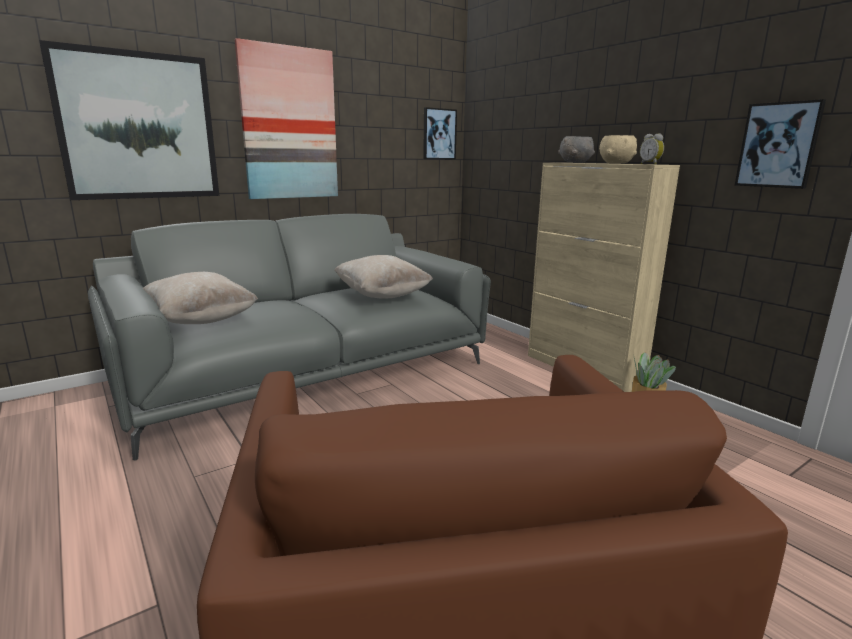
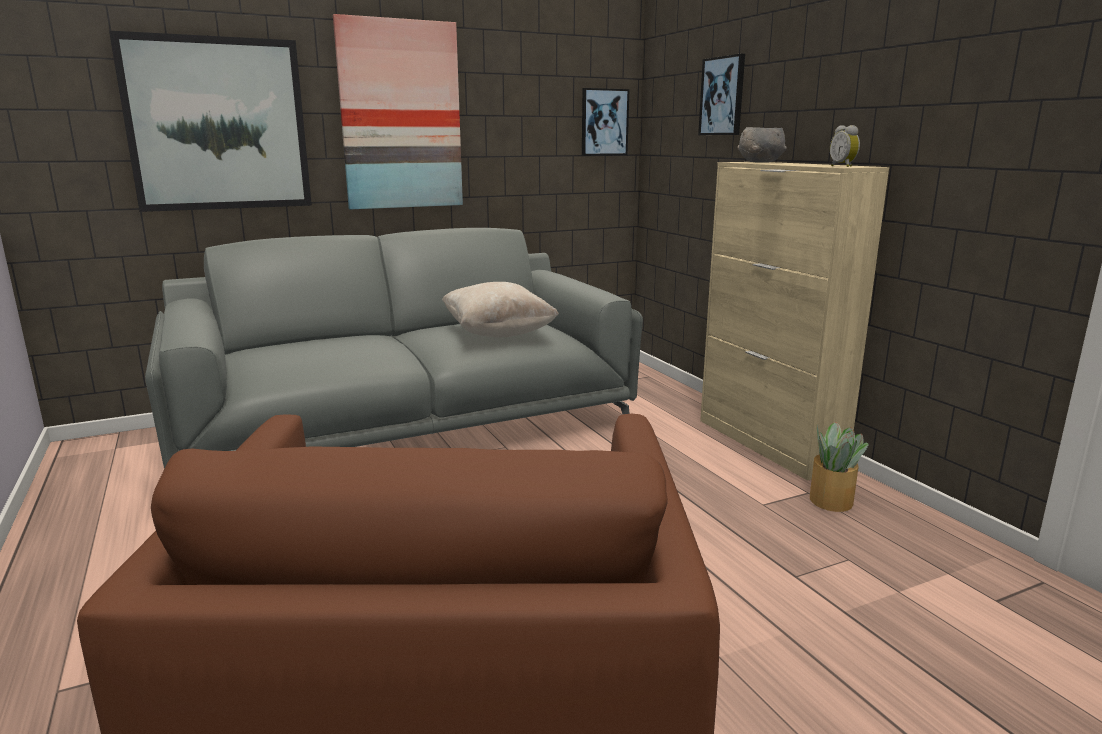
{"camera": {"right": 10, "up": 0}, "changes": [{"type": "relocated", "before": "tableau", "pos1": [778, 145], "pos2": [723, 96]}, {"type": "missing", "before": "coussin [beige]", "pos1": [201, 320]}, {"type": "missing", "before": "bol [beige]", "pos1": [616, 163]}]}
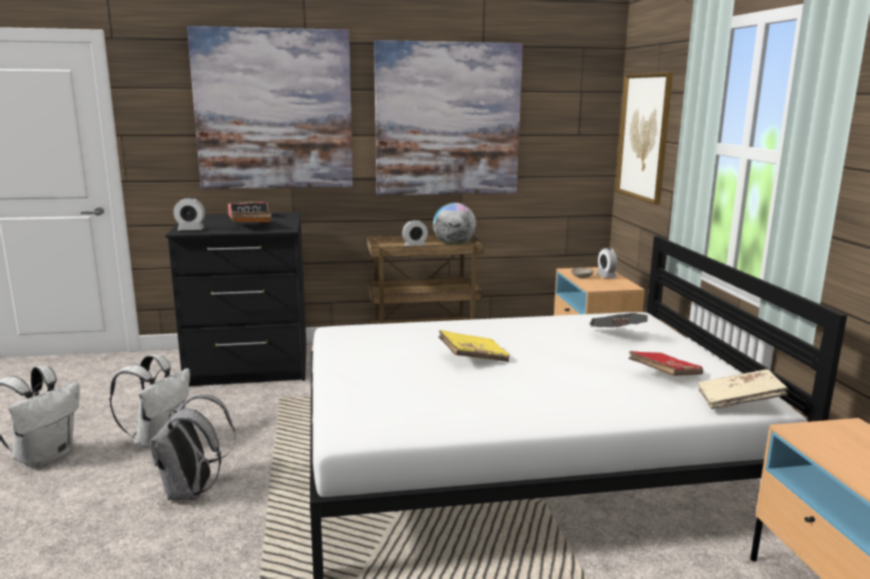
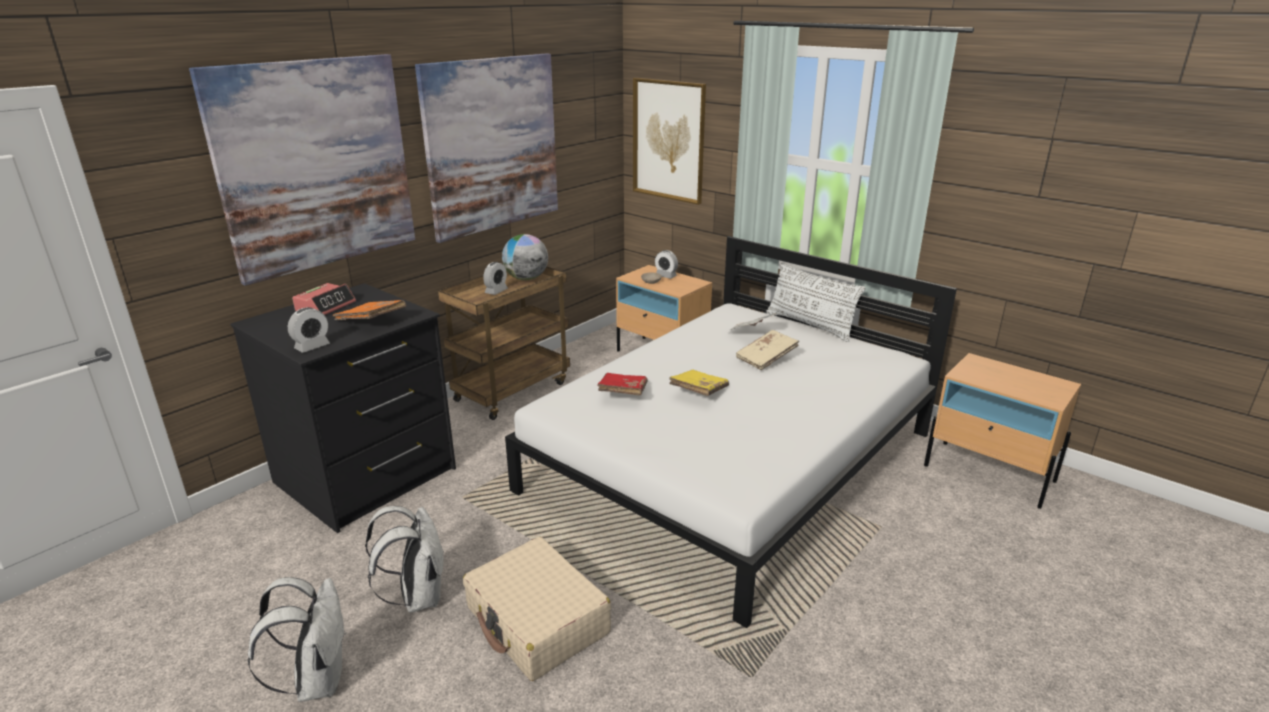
{"camera": {"right": -40, "up": 10}, "changes": [{"type": "exchanged", "before": "sac à dos [gris]", "after": "valise [beige]", "pos1": [192, 492], "pos2": [537, 621]}, {"type": "relocated", "before": "livre [rouge]", "pos1": [664, 375], "pos2": [622, 393]}, {"type": "relocated", "before": "livre [beige]", "pos1": [739, 401], "pos2": [766, 358]}, {"type": "appeared", "after": "coussin [blanc]", "pos2": [810, 325]}]}
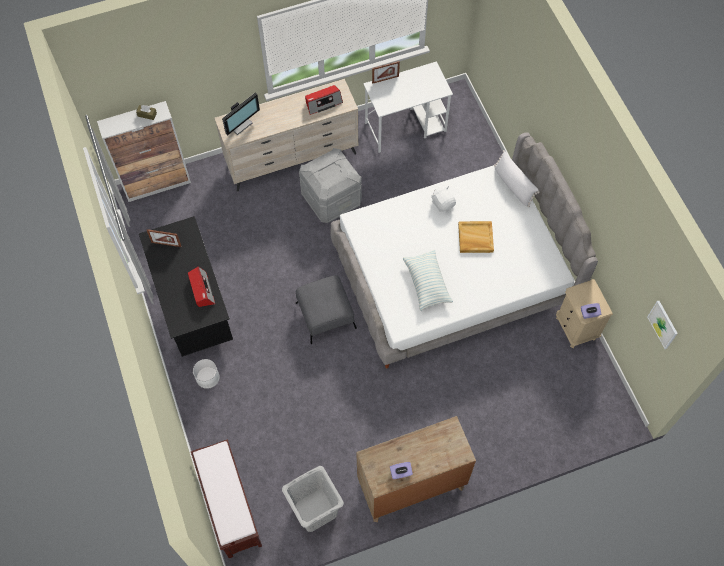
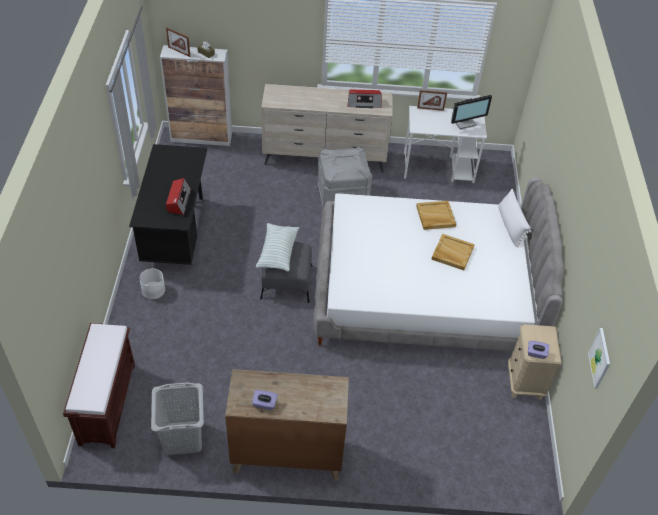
{"camera": {"right": 20, "up": -15}, "changes": [{"type": "relocated", "before": "cadre photo", "pos1": [166, 244], "pos2": [179, 51]}, {"type": "relocated", "before": "coussin", "pos1": [427, 283], "pos2": [277, 252]}, {"type": "exchanged", "before": "peluche [blanc]", "after": "plateau [beige]", "pos1": [443, 203], "pos2": [435, 216]}, {"type": "relocated", "before": "écran d'ordinateur", "pos1": [239, 123], "pos2": [464, 122]}]}
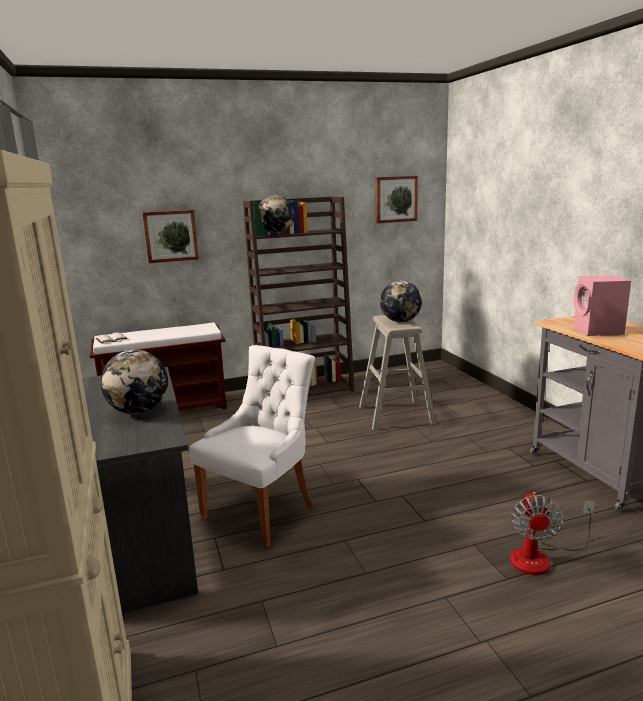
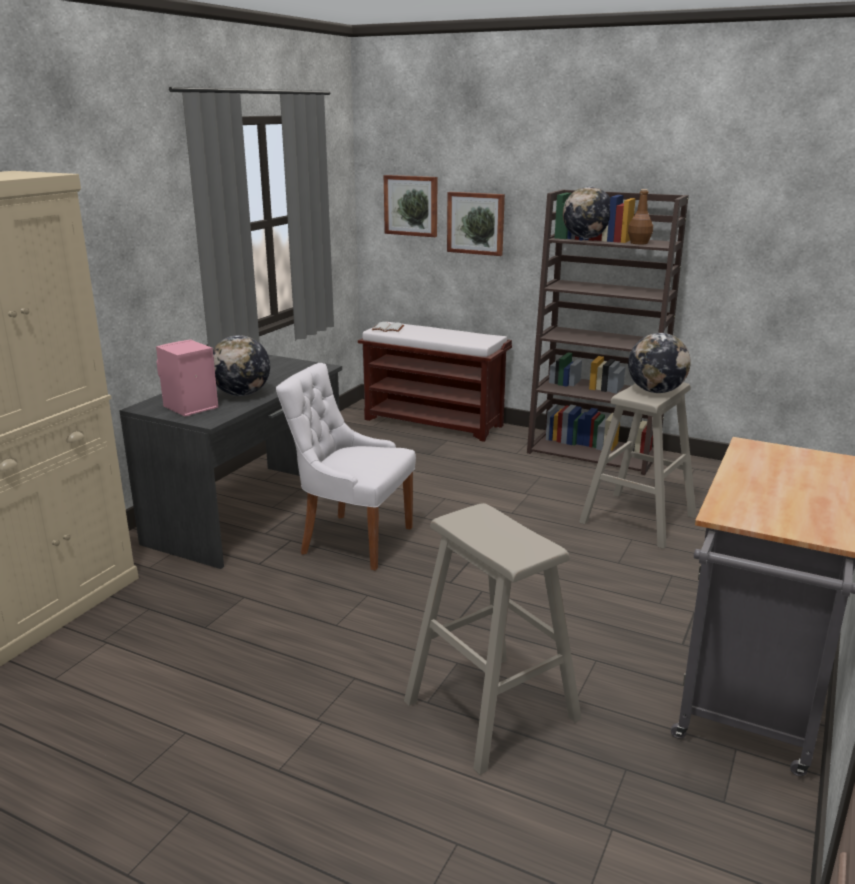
{"camera": {"right": 45, "up": 5}, "changes": [{"type": "relocated", "before": "enceinte [rose]", "pos1": [598, 332], "pos2": [188, 407]}, {"type": "spun", "before": "chaise [blanc]", "pos1": [262, 511], "pos2": [352, 540], "turn": -150}, {"type": "relocated", "before": "tableau", "pos1": [395, 199], "pos2": [411, 205]}, {"type": "exchanged", "before": "ventilateur", "after": "tabouret [beige]", "pos1": [540, 557], "pos2": [492, 710]}, {"type": "appeared", "after": "bouteille [marron]", "pos2": [639, 243]}]}
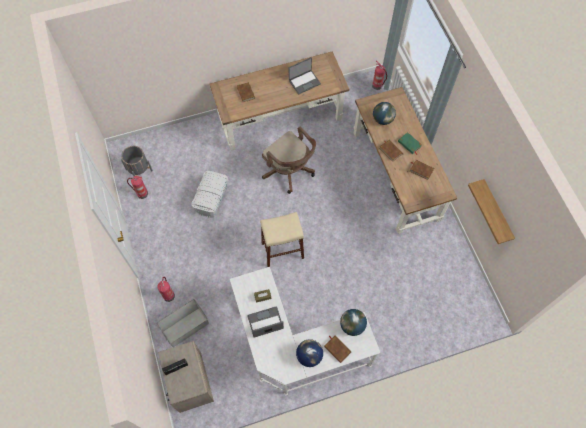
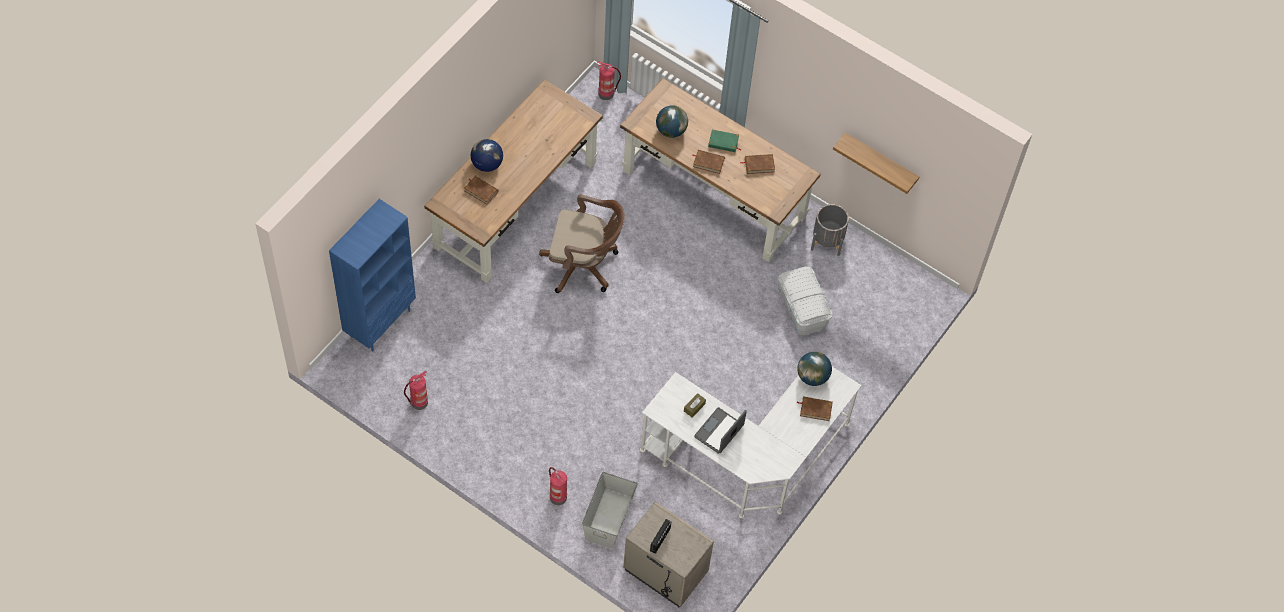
{"camera": {"right": -40, "up": -5}, "changes": [{"type": "appeared", "after": "bibliothèque [bleu]", "pos2": [380, 322]}, {"type": "relocated", "before": "globe", "pos1": [309, 356], "pos2": [487, 164]}, {"type": "relocated", "before": "boîte de rangement [blanc]", "pos1": [212, 199], "pos2": [802, 309]}, {"type": "relocated", "before": "cache-pot [gris]", "pos1": [139, 170], "pos2": [827, 241]}, {"type": "missing", "before": "tabouret [beige]", "pos1": [282, 250]}, {"type": "missing", "before": "ordinateur portable", "pos1": [304, 82]}]}
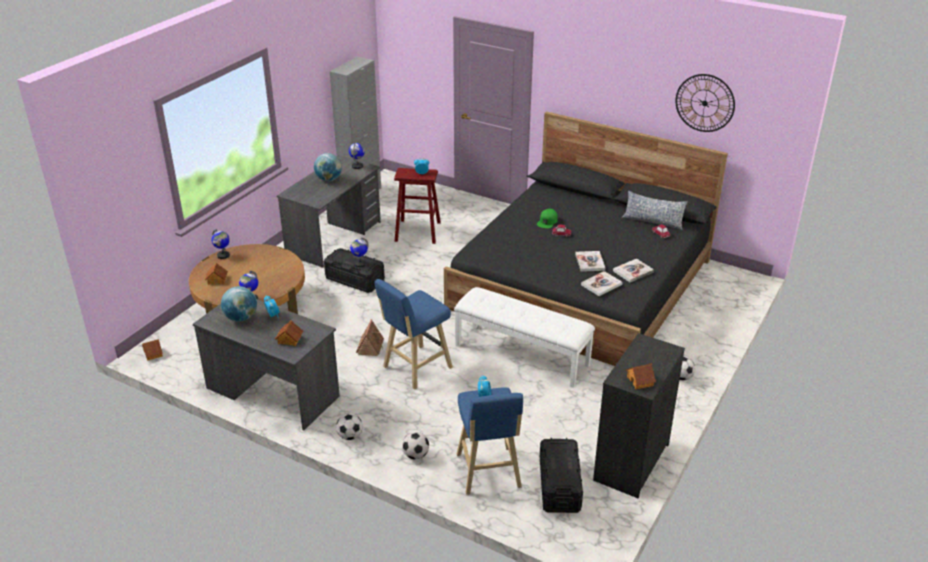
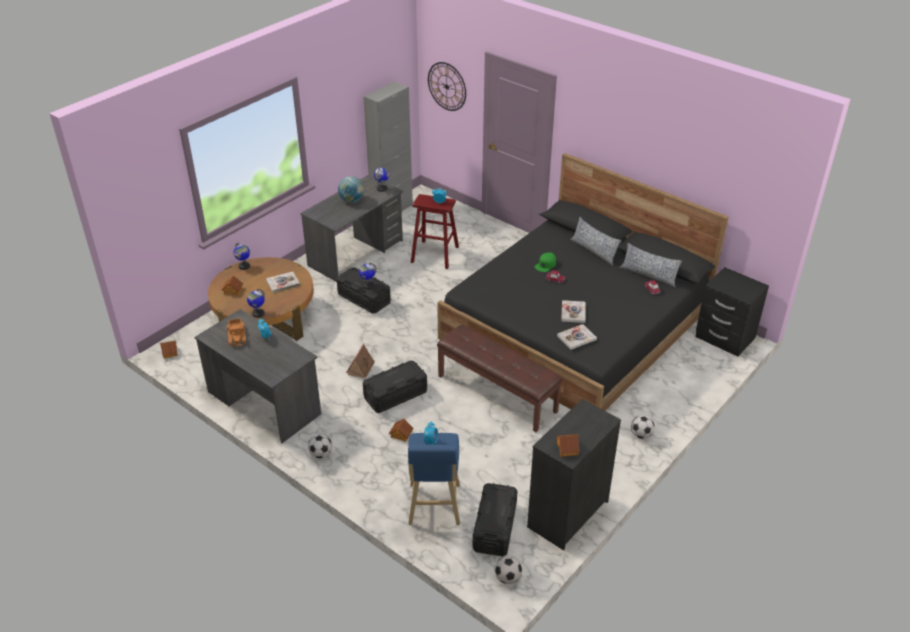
{"camera": {"right": 10, "up": 5}, "changes": [{"type": "exchanged", "before": "globe", "after": "camion jouet", "pos1": [241, 318], "pos2": [237, 336]}, {"type": "relocated", "before": "livre", "pos1": [633, 271], "pos2": [283, 283]}, {"type": "exchanged", "before": "tabouret [bleu]", "after": "boîte de rangement [noir]", "pos1": [415, 368], "pos2": [395, 395]}, {"type": "relocated", "before": "maison miniature", "pos1": [289, 340], "pos2": [401, 435]}, {"type": "relocated", "before": "horloge murale", "pos1": [704, 103], "pos2": [446, 86]}, {"type": "colour", "before": "banc [blanc]", "after": "banc [marron]", "pos1": [522, 355], "pos2": [497, 393]}, {"type": "relocated", "before": "ballon de foot", "pos1": [416, 455], "pos2": [507, 578]}, {"type": "appeared", "after": "coussin", "pos2": [593, 251]}, {"type": "appeared", "after": "table de chevet [noir]", "pos2": [724, 338]}]}
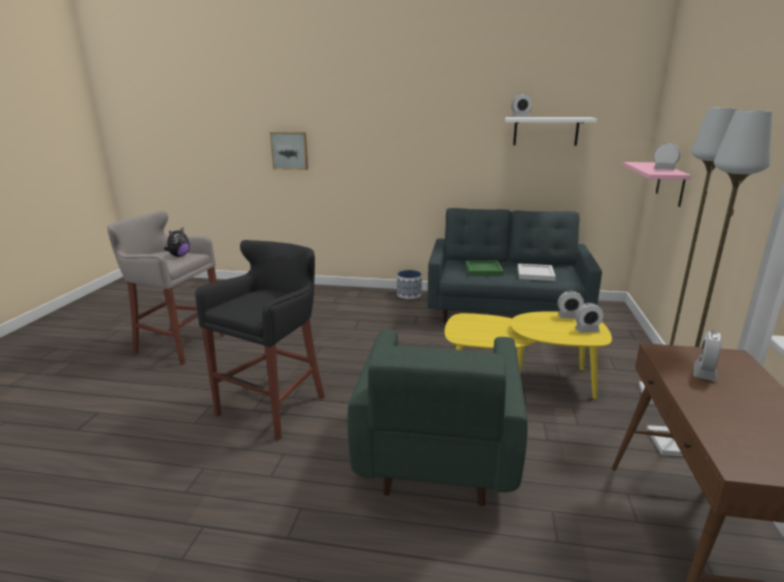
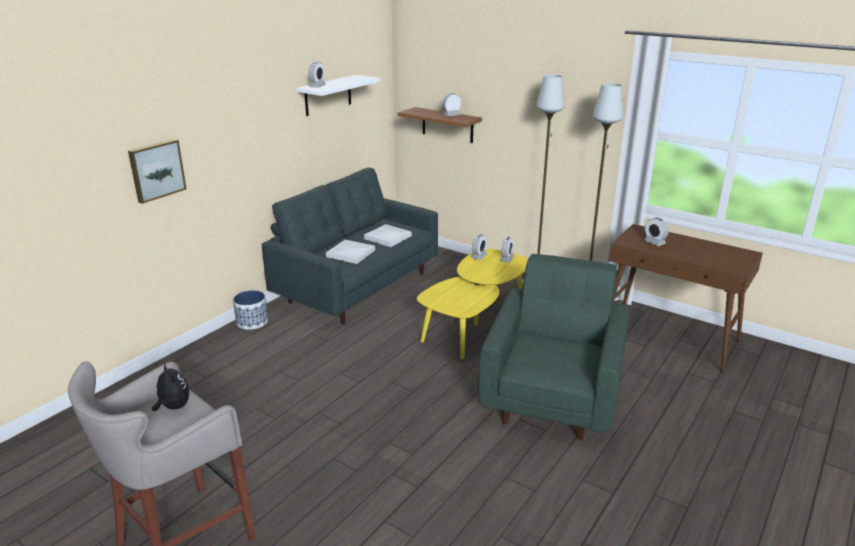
{"camera": {"right": -65, "up": 5}, "changes": [{"type": "relocated", "before": "tableau", "pos1": [290, 150], "pos2": [156, 170]}, {"type": "colour", "before": "plateau [vert]", "after": "plateau [blanc]", "pos1": [483, 270], "pos2": [350, 253]}, {"type": "colour", "before": "étagère [rose]", "after": "étagère [marron]", "pos1": [670, 184], "pos2": [447, 125]}, {"type": "spun", "before": "fauteuil [vert]", "pos1": [437, 456], "pos2": [553, 395], "turn": -105}, {"type": "missing", "before": "tabouret [noir]", "pos1": [275, 405]}]}
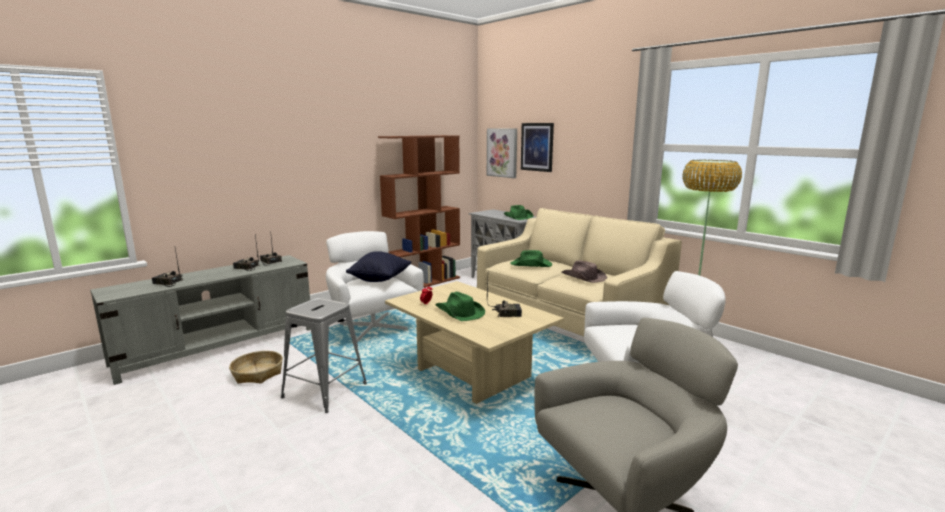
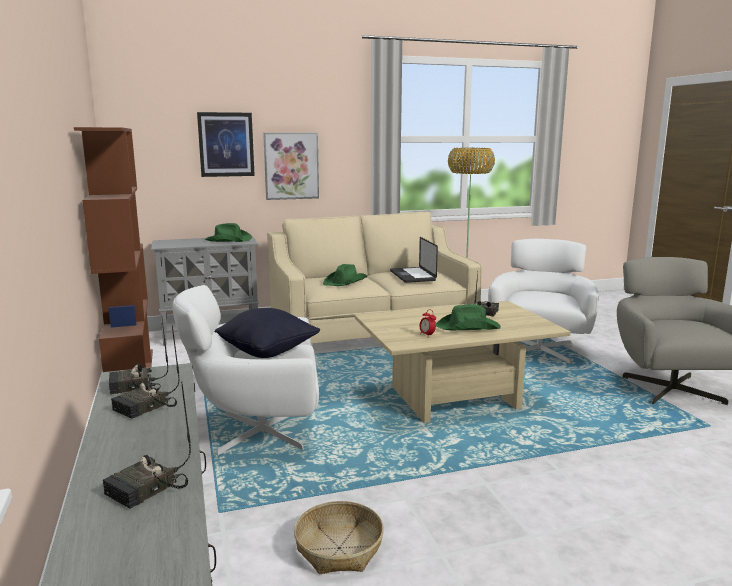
{"camera": {"right": -65, "up": 0}, "changes": [{"type": "relocated", "before": "tableau", "pos1": [502, 152], "pos2": [291, 166]}, {"type": "exchanged", "before": "chapeau [marron]", "after": "ordinateur portable", "pos1": [583, 277], "pos2": [412, 276]}, {"type": "missing", "before": "tabouret [gris]", "pos1": [325, 391]}]}
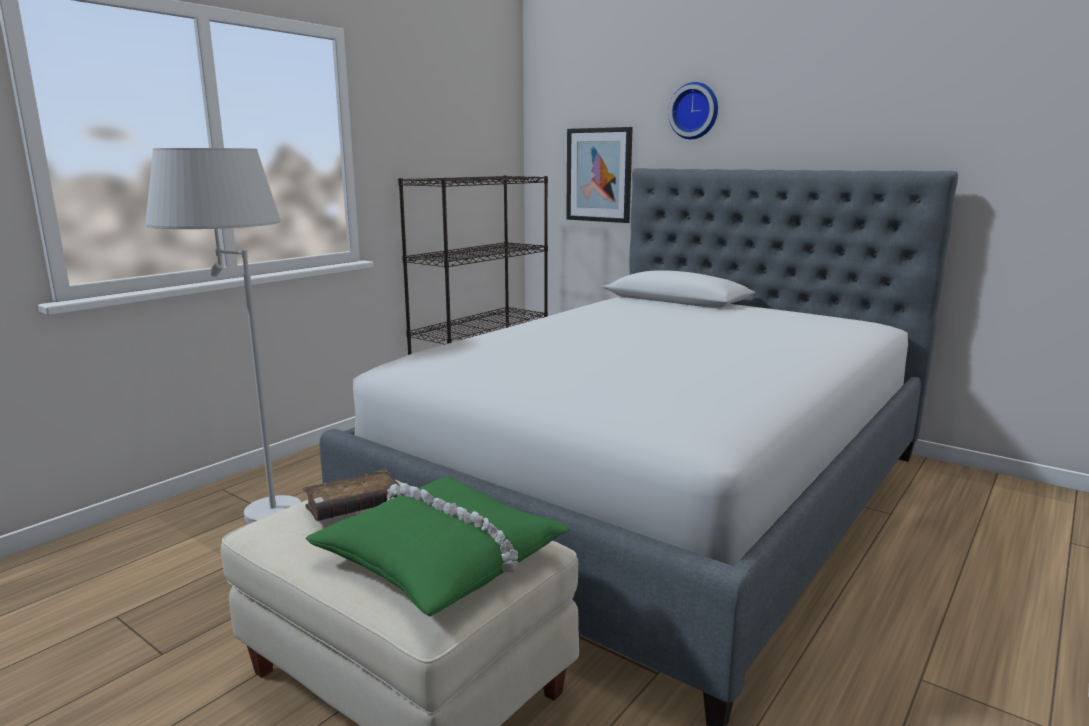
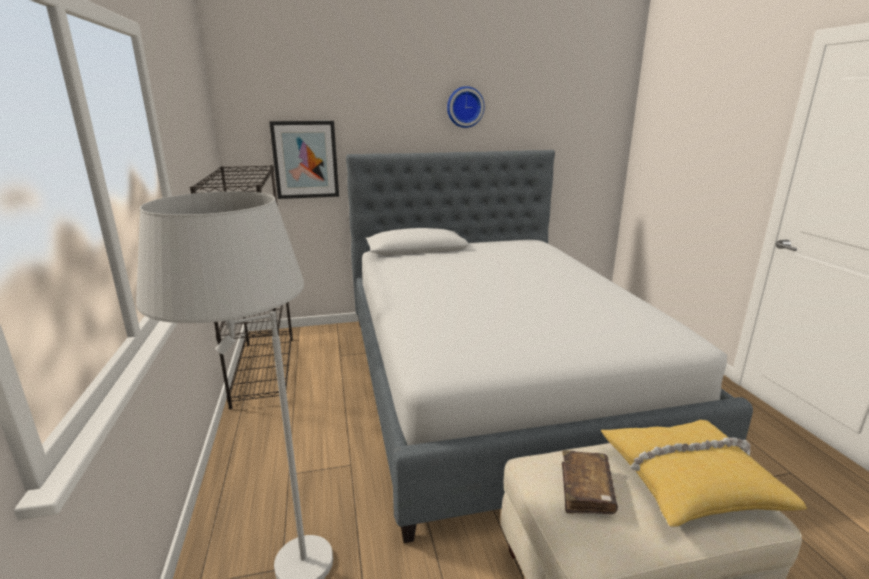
{"camera": {"right": -50, "up": 5}, "changes": [{"type": "relocated", "before": "horloge murale", "pos1": [695, 111], "pos2": [464, 107]}, {"type": "colour", "before": "coussin [vert]", "after": "coussin [jaune]", "pos1": [442, 557], "pos2": [689, 480]}]}
